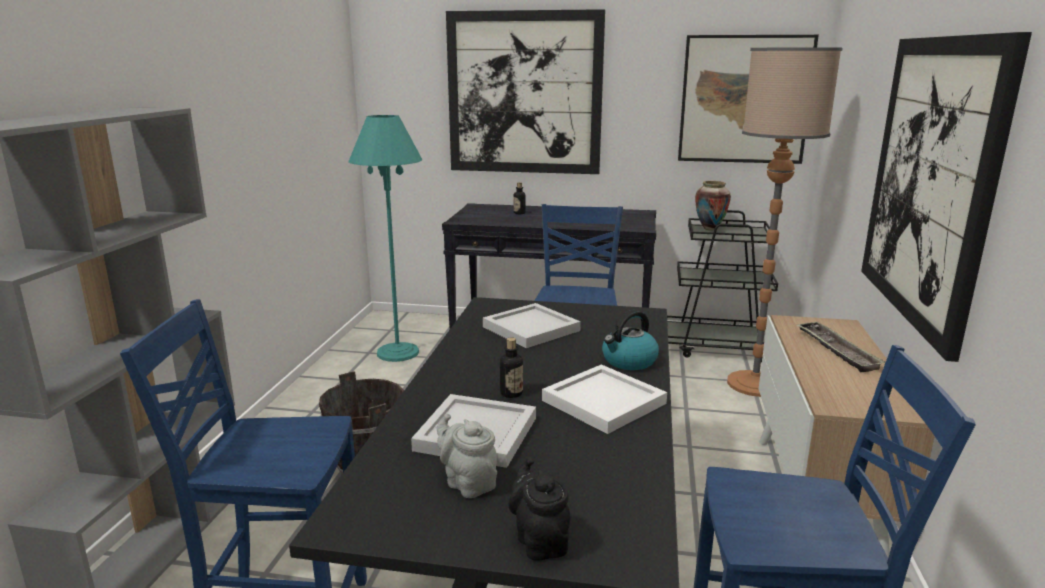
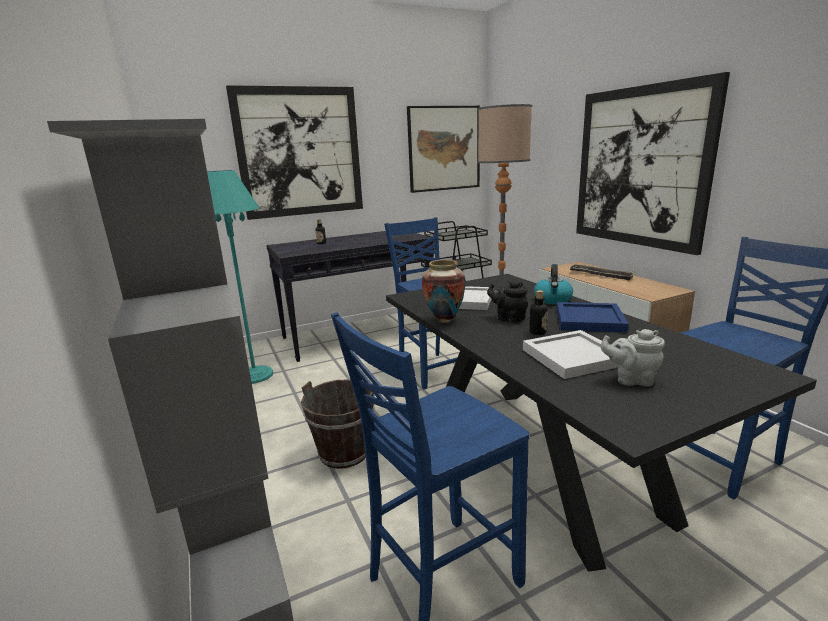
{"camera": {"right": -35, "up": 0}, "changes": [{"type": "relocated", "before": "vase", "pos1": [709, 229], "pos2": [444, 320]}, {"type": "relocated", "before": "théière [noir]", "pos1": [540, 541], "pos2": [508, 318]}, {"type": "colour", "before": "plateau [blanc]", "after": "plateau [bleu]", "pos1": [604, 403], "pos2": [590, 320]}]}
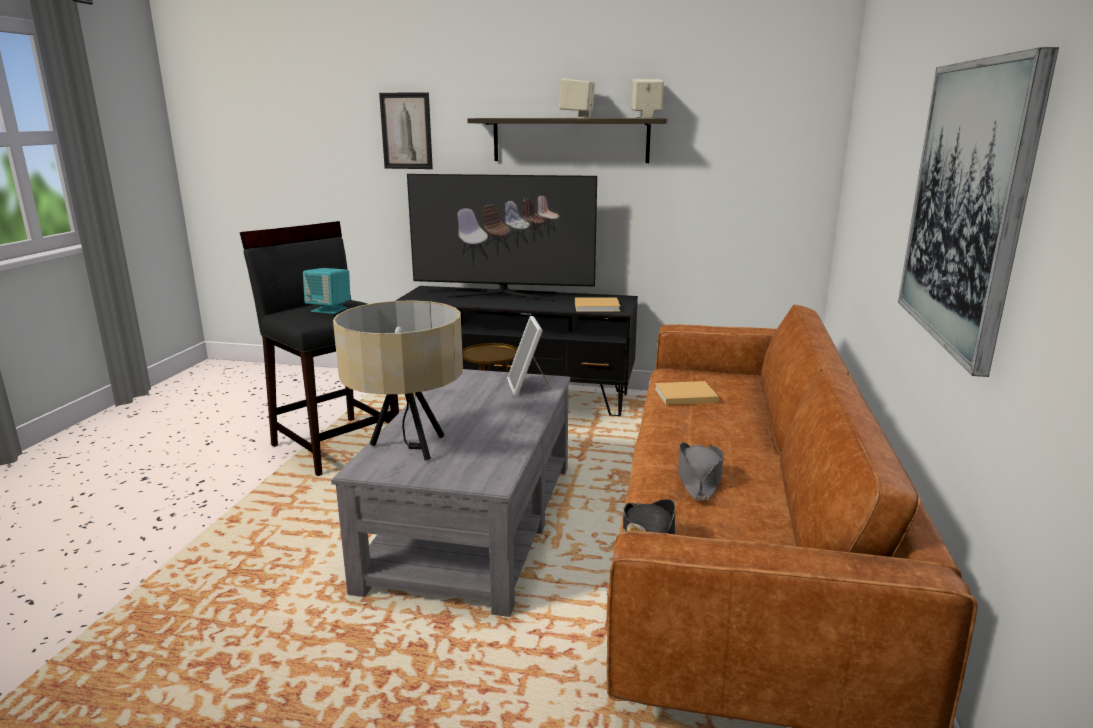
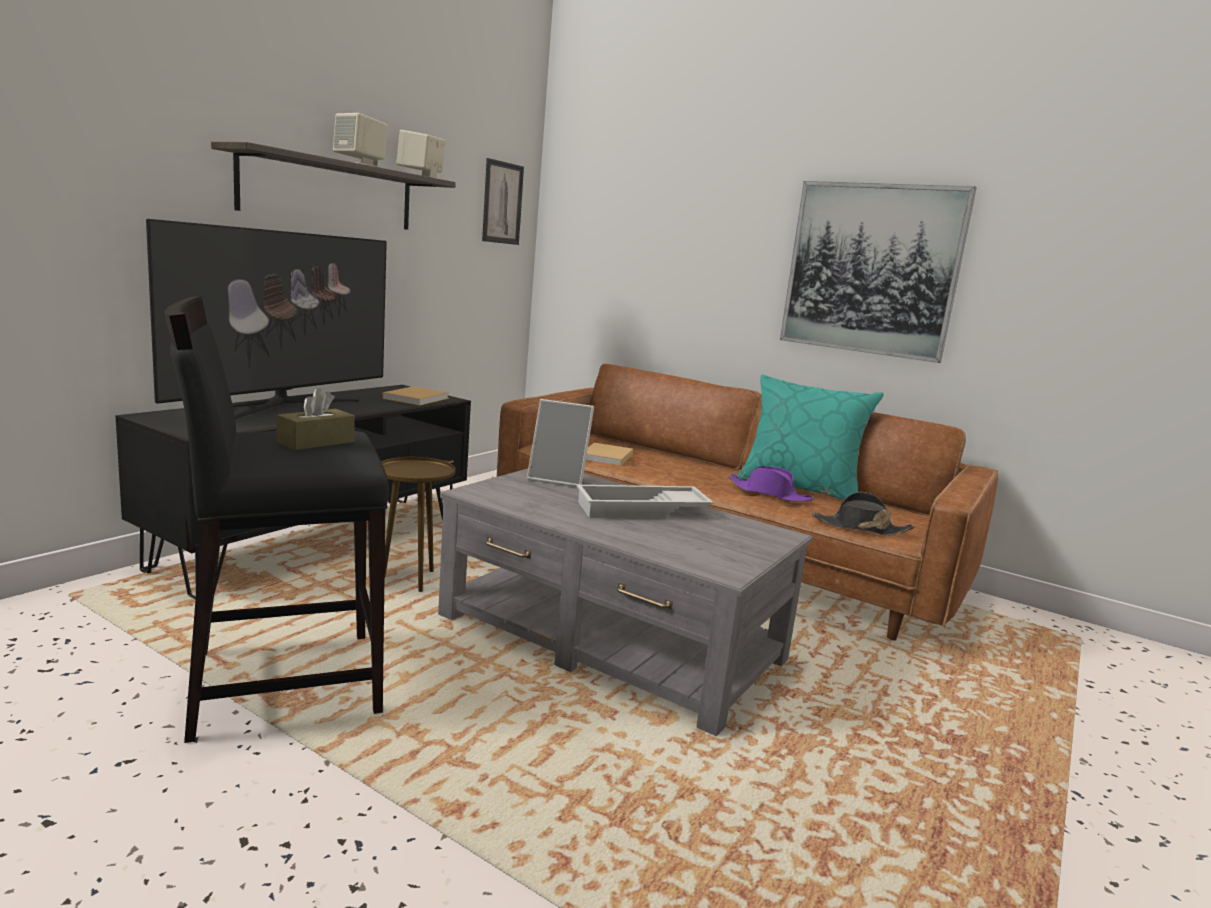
{"camera": {"right": -70, "up": -5}, "changes": [{"type": "exchanged", "before": "enceinte [turquoise]", "after": "boîte à mouchoirs [marron]", "pos1": [330, 309], "pos2": [316, 442]}, {"type": "relocated", "before": "tableau", "pos1": [406, 131], "pos2": [502, 203]}, {"type": "appeared", "after": "plateau [blanc]", "pos2": [641, 510]}, {"type": "colour", "before": "chapeau [gris]", "after": "chapeau [violet]", "pos1": [698, 478], "pos2": [769, 493]}, {"type": "appeared", "after": "coussin [turquoise]", "pos2": [799, 487]}, {"type": "missing", "before": "lampe de table [beige]", "pos1": [407, 447]}]}
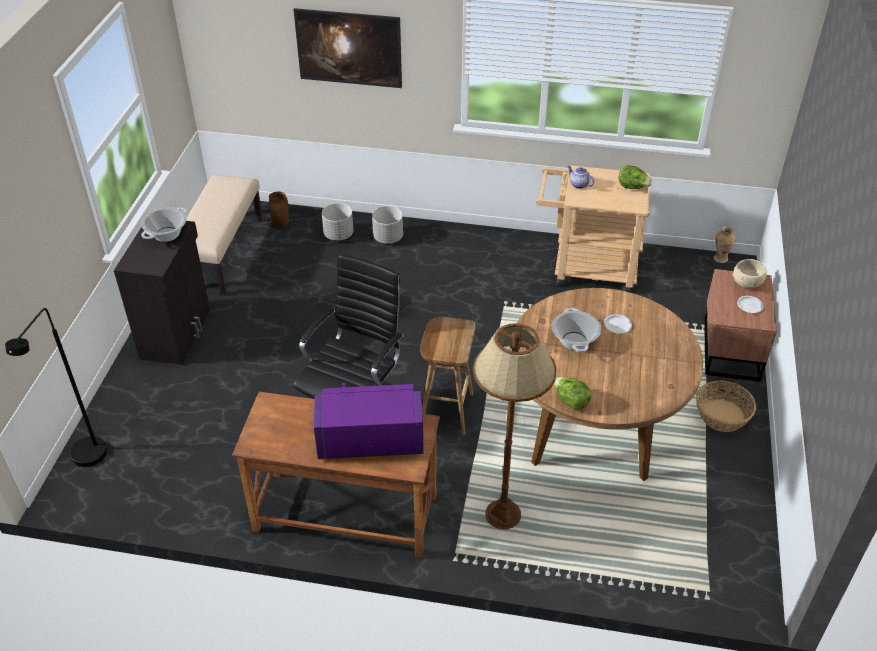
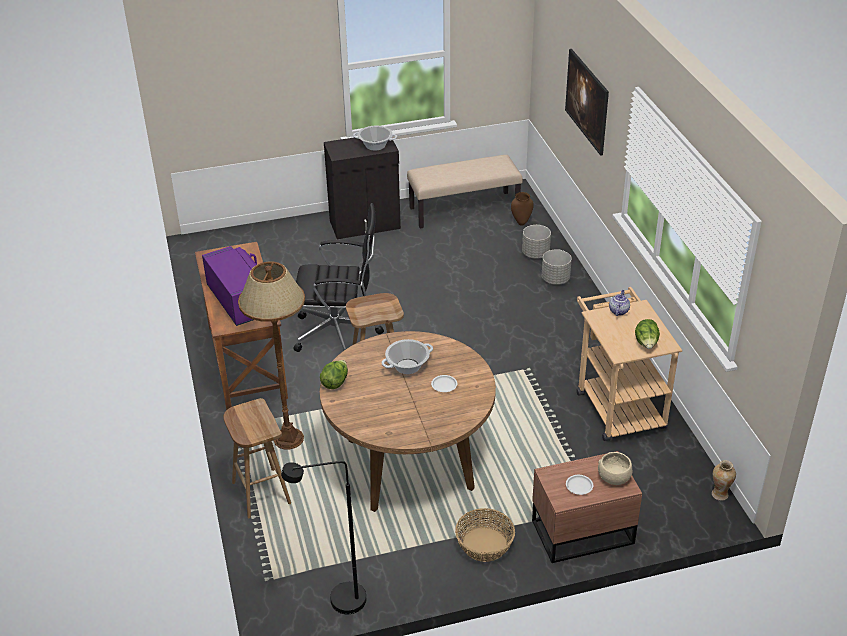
{"camera": {"right": 65, "up": -5}, "changes": [{"type": "appeared", "after": "tabouret [marron]", "pos2": [260, 492]}, {"type": "relocated", "before": "lampadaire [noir]", "pos1": [85, 461], "pos2": [338, 602]}]}
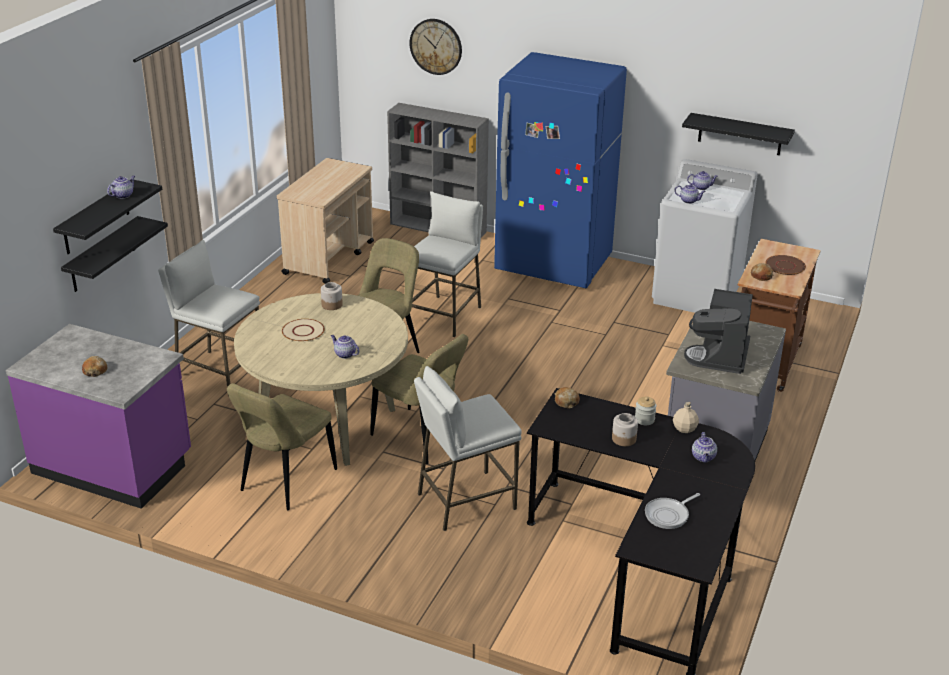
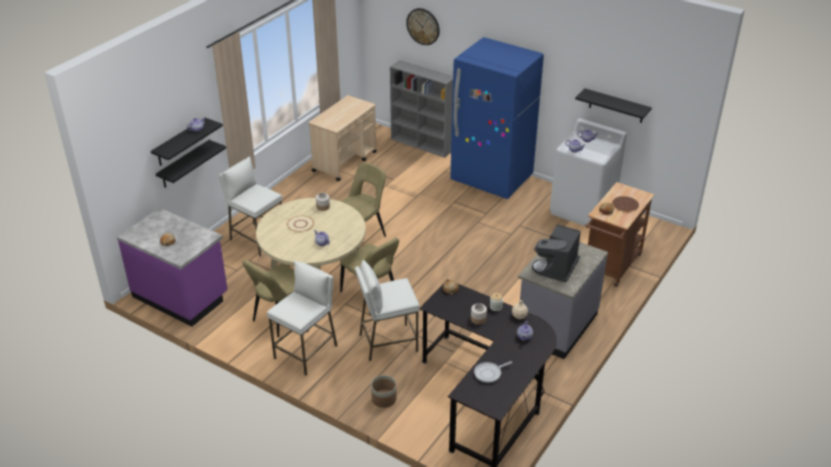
{"camera": {"right": 10, "up": 5}, "changes": [{"type": "relocated", "before": "tabouret [blanc]", "pos1": [445, 316], "pos2": [306, 352]}, {"type": "appeared", "after": "cache-pot", "pos2": [384, 399]}]}
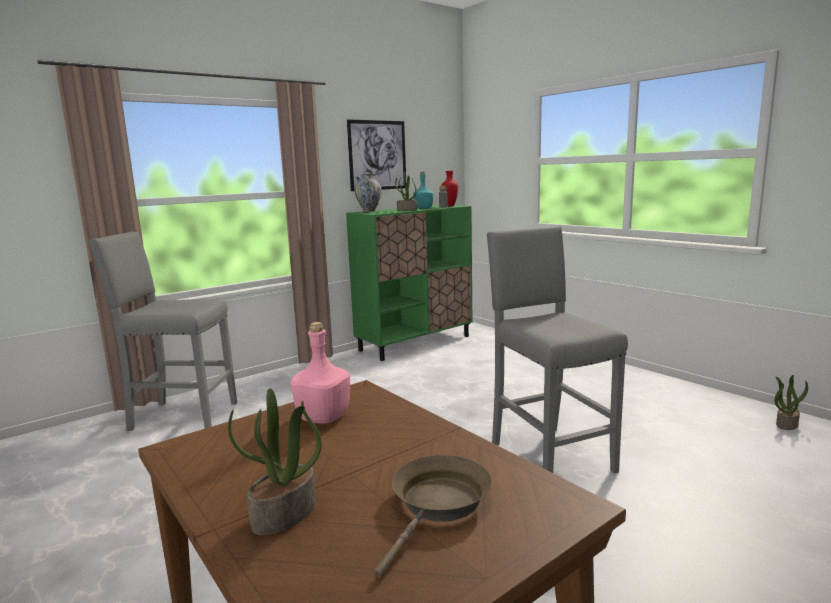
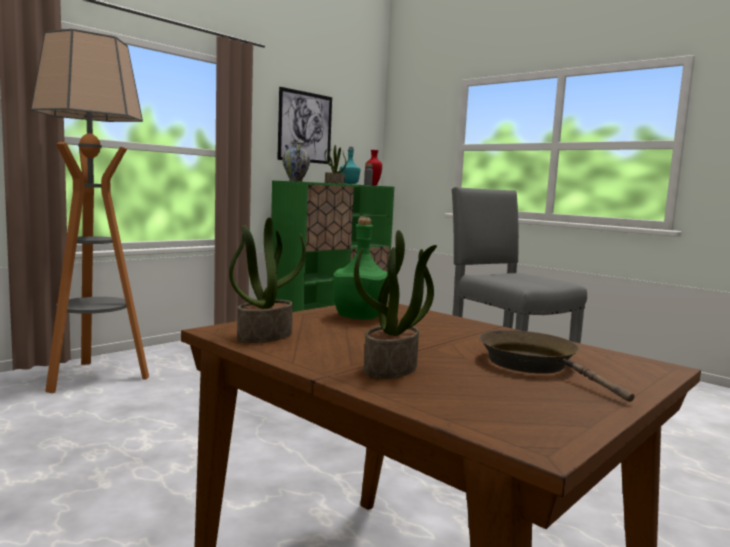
{"camera": {"right": -10, "up": -5}, "changes": [{"type": "exchanged", "before": "tabouret [gris]", "after": "lampadaire", "pos1": [182, 416], "pos2": [95, 377]}, {"type": "relocated", "before": "plante en pot", "pos1": [786, 424], "pos2": [265, 335]}, {"type": "colour", "before": "bouteille [rose]", "after": "bouteille [vert]", "pos1": [322, 417], "pos2": [359, 317]}, {"type": "spun", "before": "poêle [marron]", "pos1": [438, 505], "pos2": [534, 365], "turn": -45}]}
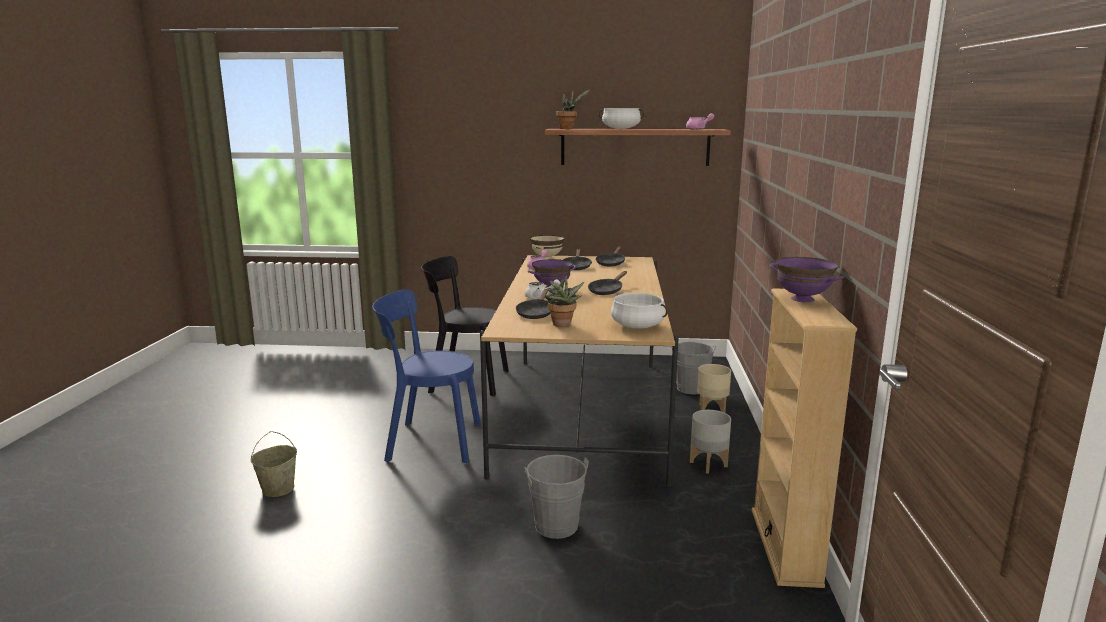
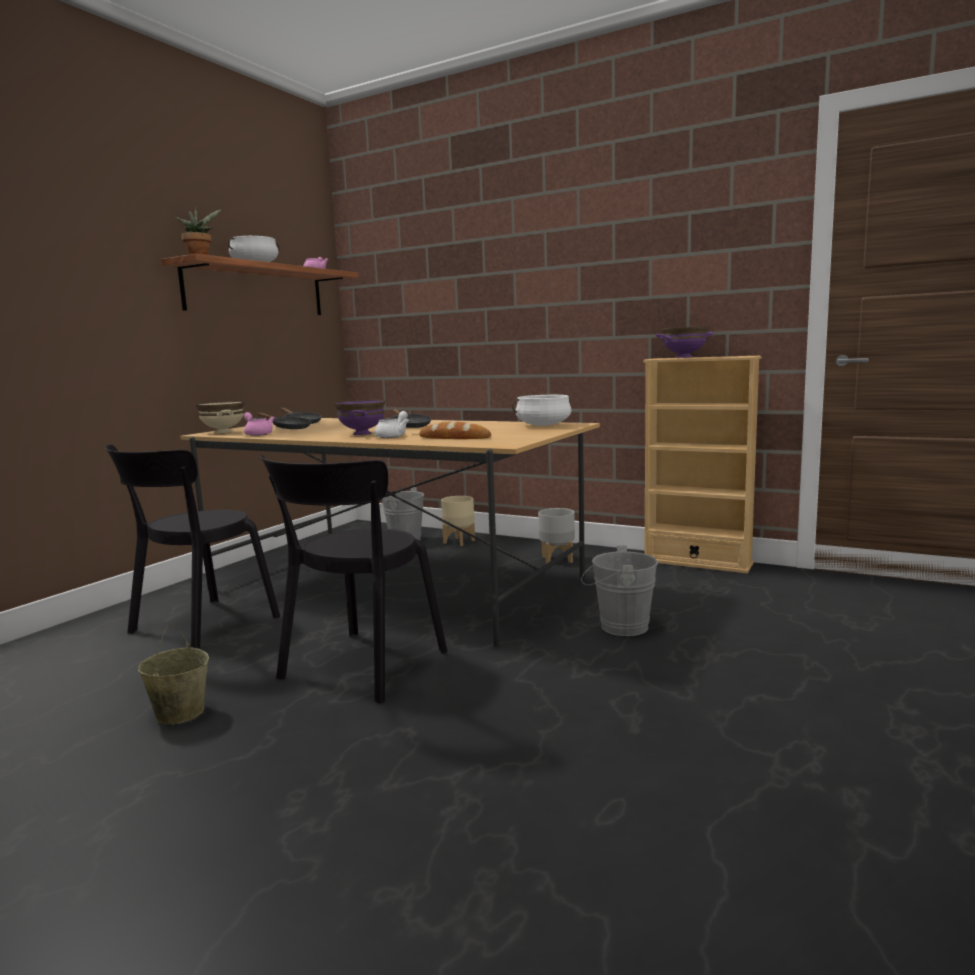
{"camera": {"right": -65, "up": -5}, "changes": [{"type": "relocated", "before": "seau [beige]", "pos1": [278, 488], "pos2": [179, 713]}, {"type": "colour", "before": "chaise [bleu]", "after": "chaise [noir]", "pos1": [429, 442], "pos2": [359, 668]}, {"type": "exchanged", "before": "poêle [noir]", "after": "pain", "pos1": [536, 313], "pos2": [454, 438]}, {"type": "missing", "before": "plante en pot", "pos1": [562, 325]}]}
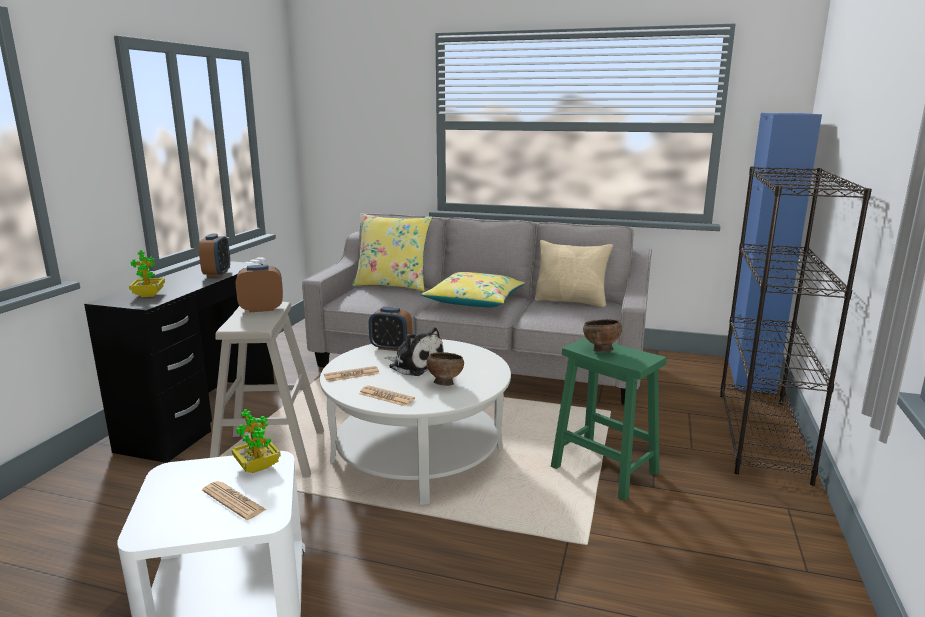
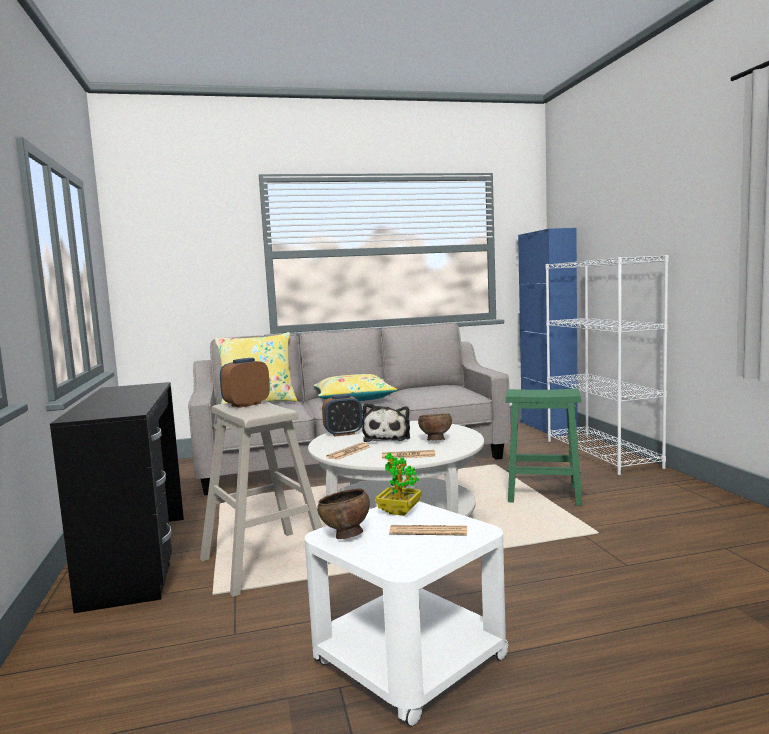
{"camera": {"right": -30, "up": -10}, "changes": [{"type": "relocated", "before": "bol [marron]", "pos1": [600, 351], "pos2": [345, 536]}, {"type": "spun", "before": "peluche", "pos1": [415, 365], "pos2": [387, 437], "turn": 90}, {"type": "colour", "before": "bibliothèque [noir]", "after": "bibliothèque [blanc]", "pos1": [762, 435], "pos2": [602, 454]}, {"type": "missing", "before": "plante en pot", "pos1": [149, 295]}, {"type": "missing", "before": "réveil", "pos1": [217, 274]}, {"type": "missing", "before": "coussin [beige]", "pos1": [571, 301]}]}
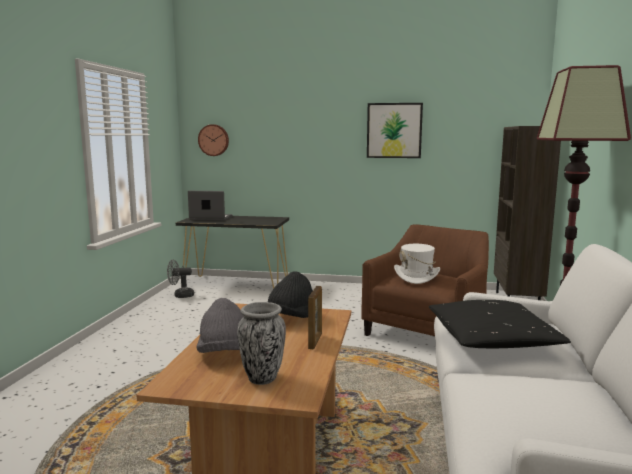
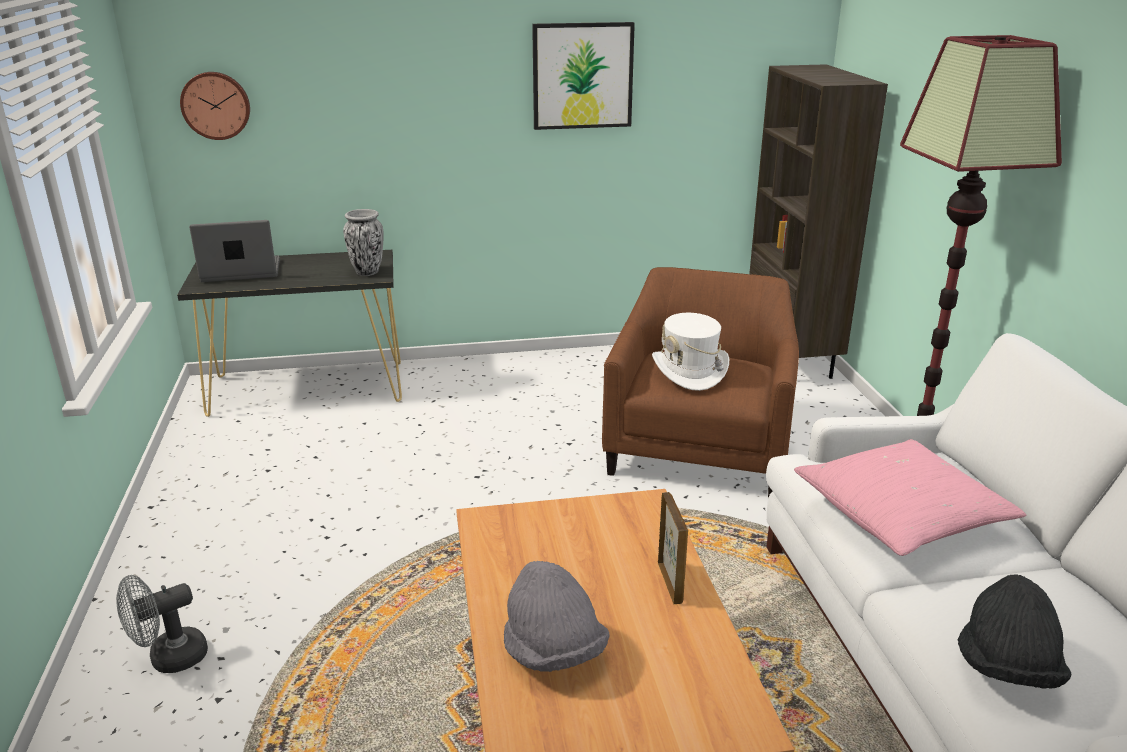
{"camera": {"right": -20, "up": 15}, "changes": [{"type": "relocated", "before": "ventilateur [gris]", "pos1": [180, 295], "pos2": [169, 659]}, {"type": "relocated", "before": "vase", "pos1": [262, 378], "pos2": [367, 272]}, {"type": "colour", "before": "coussin [noir]", "after": "coussin [rose]", "pos1": [492, 339], "pos2": [901, 514]}, {"type": "relocated", "before": "chapeau [noir]", "pos1": [290, 318], "pos2": [1006, 668]}]}
